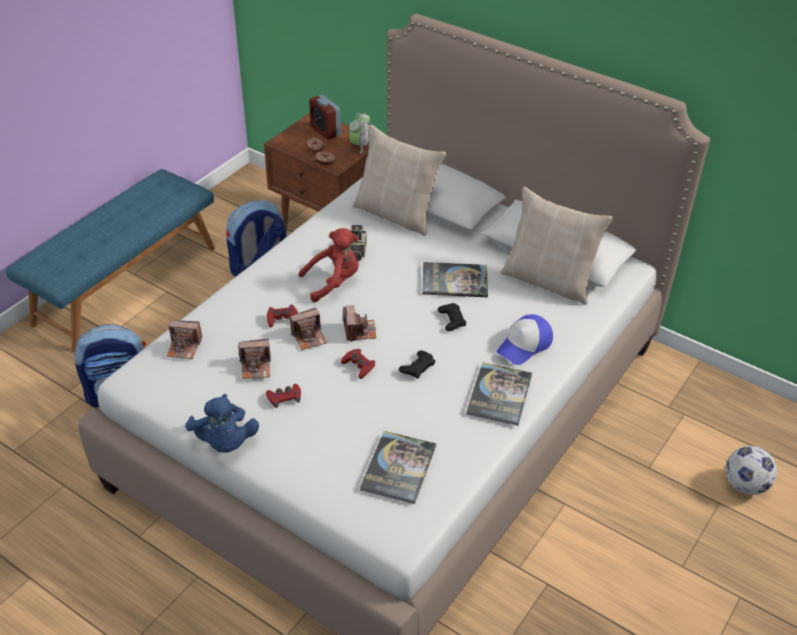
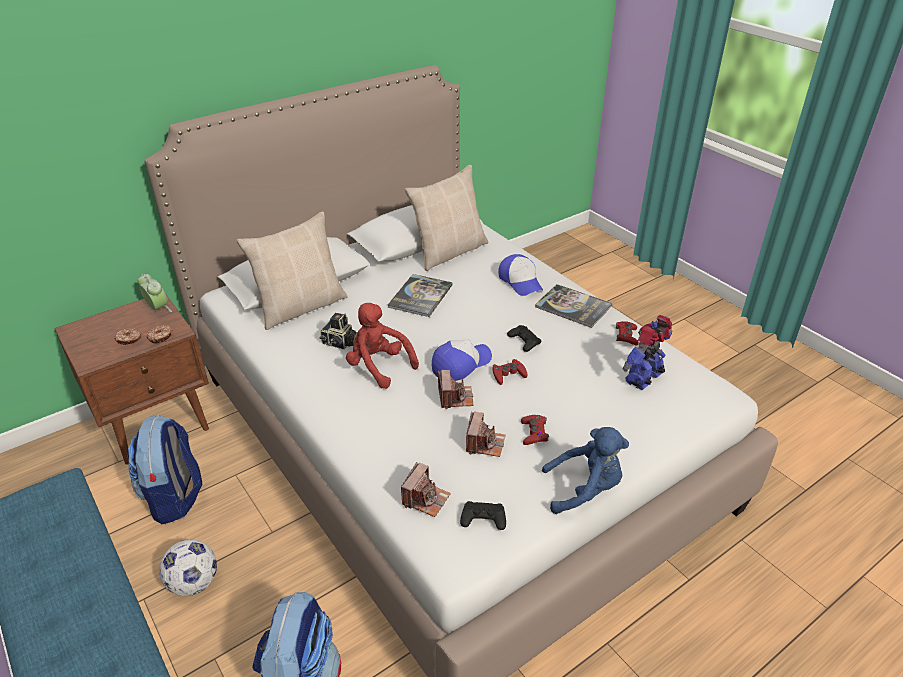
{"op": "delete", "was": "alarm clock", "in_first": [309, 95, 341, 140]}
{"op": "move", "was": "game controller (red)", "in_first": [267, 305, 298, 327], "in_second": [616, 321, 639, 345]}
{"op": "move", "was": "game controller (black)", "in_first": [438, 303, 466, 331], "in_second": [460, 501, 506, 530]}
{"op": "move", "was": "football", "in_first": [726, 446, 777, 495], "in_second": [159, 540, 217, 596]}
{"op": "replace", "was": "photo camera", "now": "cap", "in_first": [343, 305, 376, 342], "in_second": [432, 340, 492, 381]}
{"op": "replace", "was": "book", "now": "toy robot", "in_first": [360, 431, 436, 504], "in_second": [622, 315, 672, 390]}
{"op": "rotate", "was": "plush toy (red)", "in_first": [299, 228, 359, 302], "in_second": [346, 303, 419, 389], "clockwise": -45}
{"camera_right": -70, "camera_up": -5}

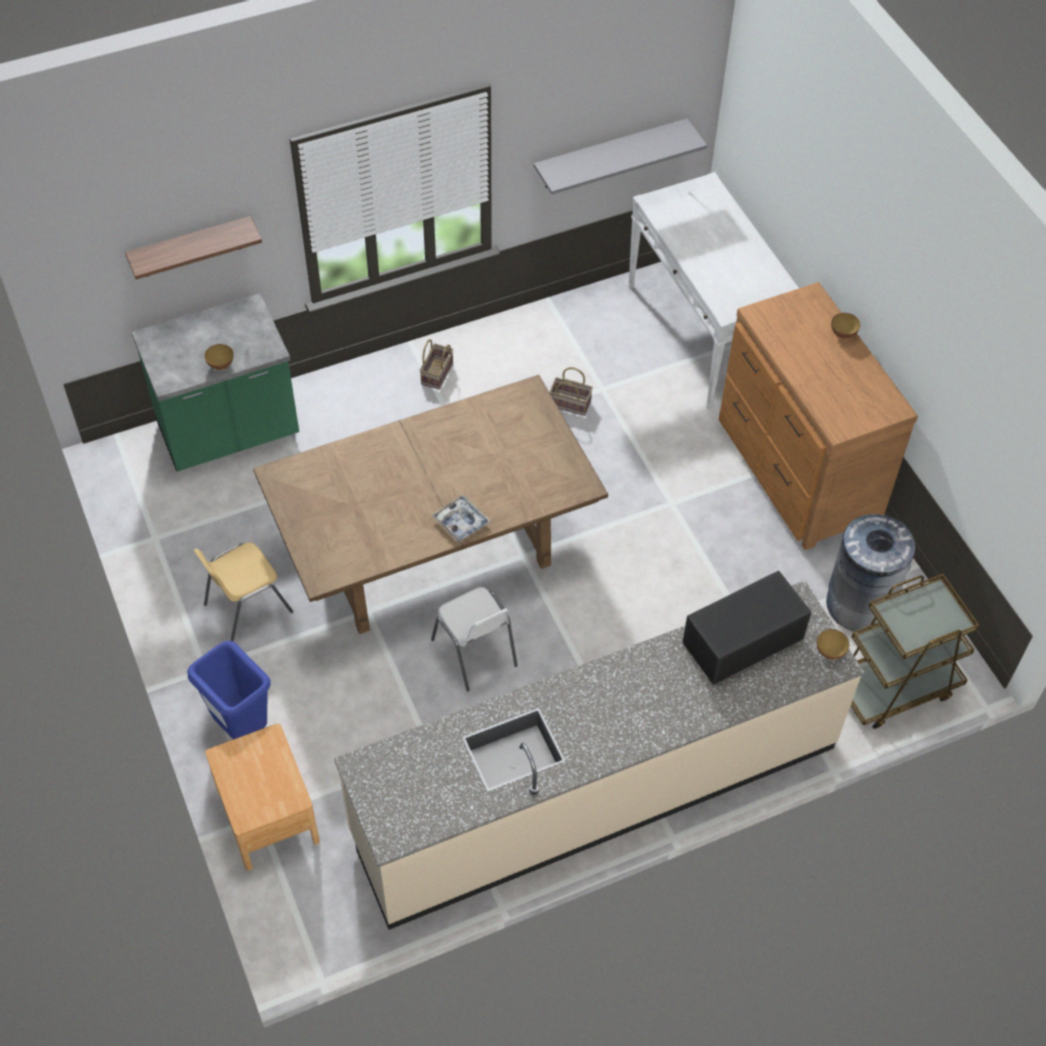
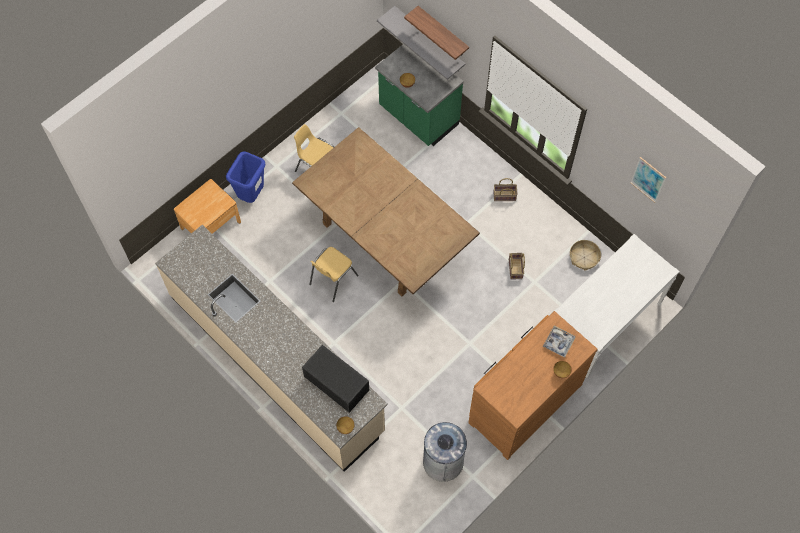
{"op": "delete", "was": "cart (brown)", "in_first": [851, 574, 980, 729]}
{"op": "insert", "now": "basket", "in_second": [570, 240, 601, 271]}
{"op": "insert", "now": "picture", "in_second": [630, 157, 666, 203]}
{"op": "move", "was": "tray", "in_first": [431, 495, 491, 543], "in_second": [543, 326, 575, 358]}
{"op": "move", "was": "shelf (grey)", "in_first": [534, 118, 707, 194], "in_second": [377, 6, 465, 80]}
{"op": "recolor", "was": "chair (white)", "now": "chair (yellow)", "in_first": [431, 587, 518, 691], "in_second": [309, 247, 359, 302]}
{"camera_right": 70, "camera_up": 10}

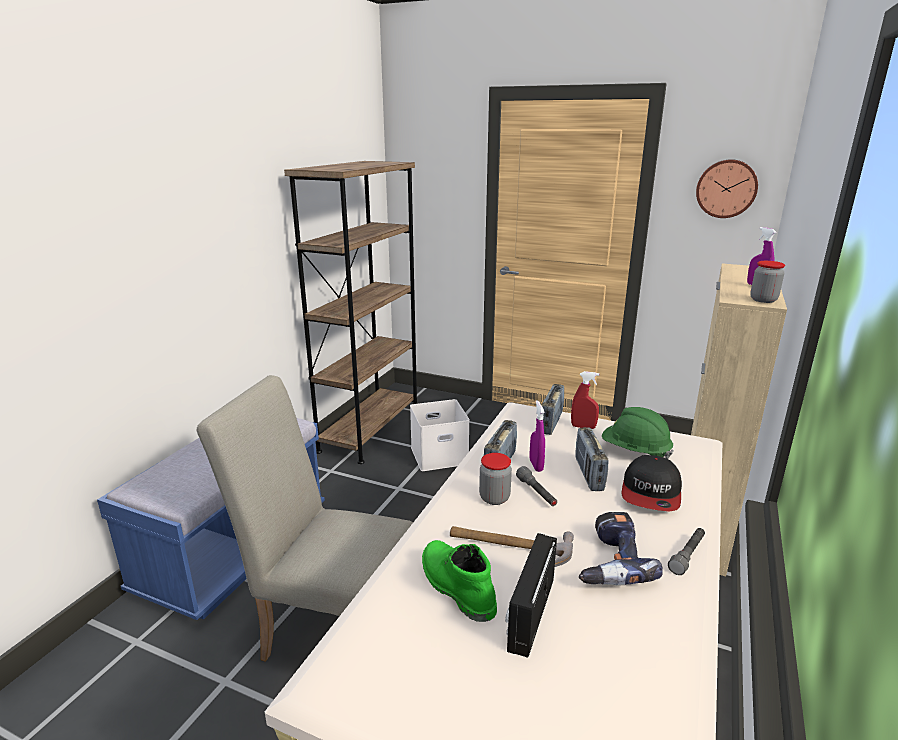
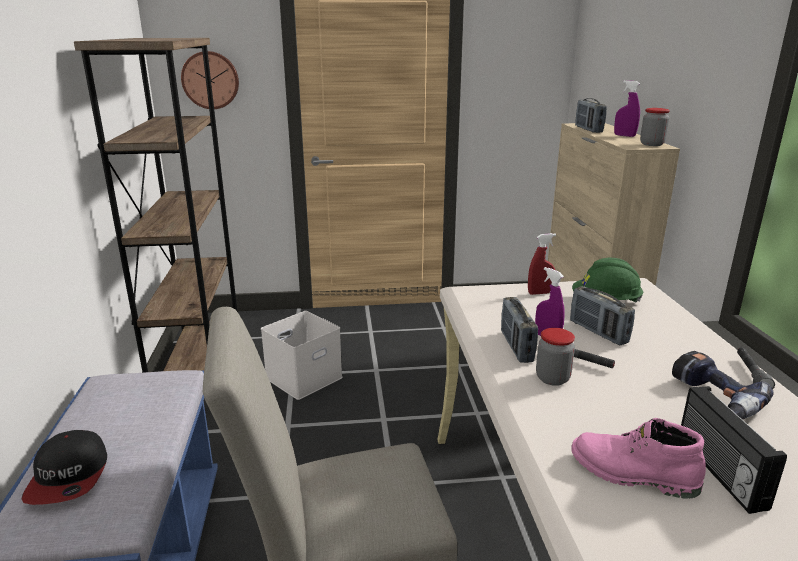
{"op": "delete", "was": "hammer", "in_first": [450, 526, 574, 567]}
{"op": "move", "was": "radio", "in_first": [542, 384, 564, 435], "in_second": [575, 98, 607, 133]}
{"op": "move", "was": "cap", "in_first": [622, 455, 682, 511], "in_second": [22, 430, 107, 505]}
{"op": "move", "was": "wall clock", "in_first": [696, 159, 758, 218], "in_second": [181, 51, 239, 109]}
{"op": "recolor", "was": "boot (green)", "now": "boot (pink)", "in_first": [422, 540, 497, 622], "in_second": [571, 418, 706, 499]}
{"camera_right": -30, "camera_up": 0}

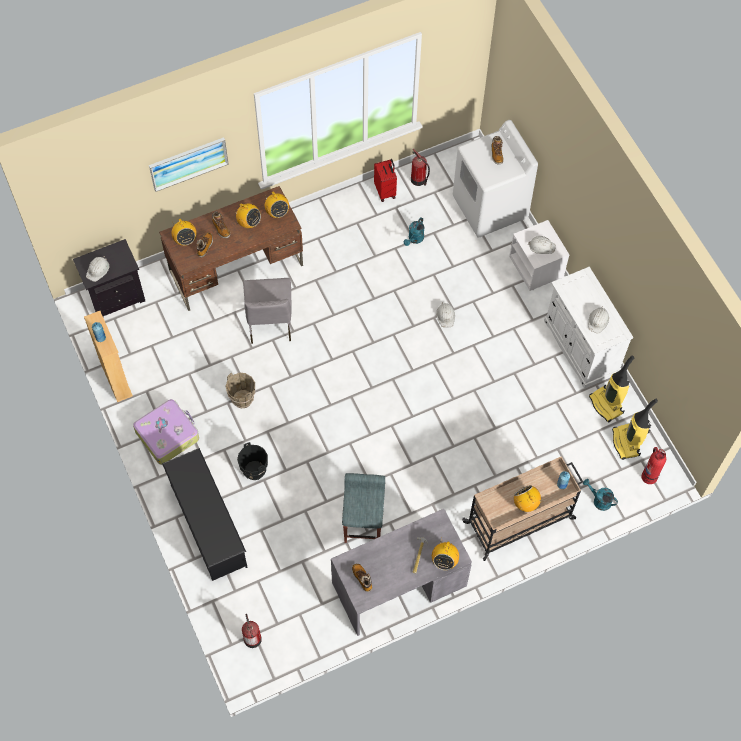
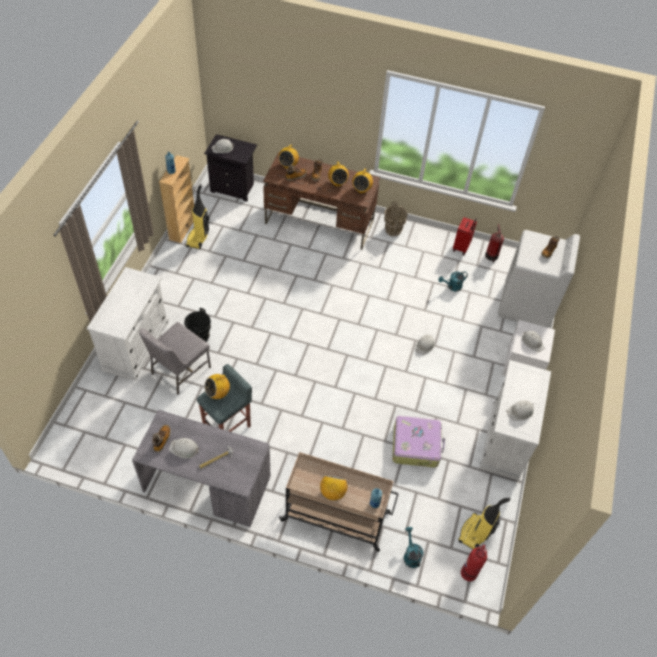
{"op": "delete", "was": "picture", "in_first": [149, 137, 229, 192]}
{"op": "delete", "was": "fire extinguisher", "in_first": [242, 614, 262, 648]}
{"op": "insert", "now": "hard hat (white)", "in_second": [169, 438, 200, 459]}
{"op": "move", "was": "suitcase", "in_first": [133, 399, 199, 465], "in_second": [392, 416, 445, 468]}
{"op": "move", "was": "bucket (brown)", "in_first": [226, 373, 255, 408], "in_second": [384, 201, 408, 236]}
{"op": "move", "was": "chair (grey)", "in_first": [243, 278, 292, 344], "in_second": [139, 322, 211, 394]}
{"op": "move", "was": "radio", "in_first": [432, 537, 459, 570], "in_second": [205, 372, 230, 399]}
{"op": "move", "was": "vacuum cleaner", "in_first": [589, 355, 634, 422], "in_second": [186, 184, 210, 249]}
{"op": "replace", "was": "shoe rack (black)", "now": "cabinet (white)", "in_first": [162, 448, 247, 581], "in_second": [87, 267, 169, 381]}
{"camera_right": 40, "camera_up": -10}

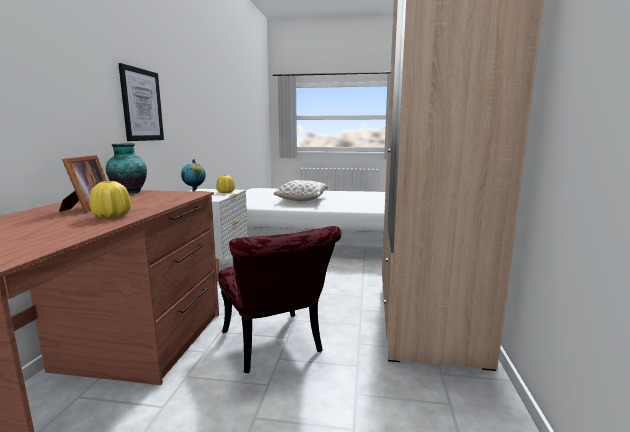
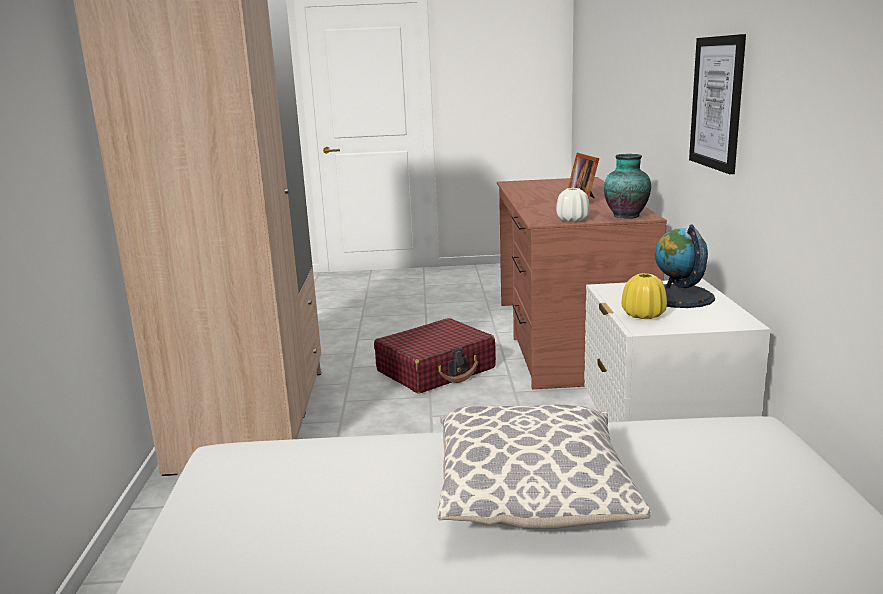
{"op": "delete", "was": "vase (yellow)", "in_first": [90, 181, 131, 218]}
{"op": "insert", "now": "vase (white)", "in_second": [556, 188, 590, 222]}
{"op": "replace", "was": "chair (red)", "now": "suitcase (red)", "in_first": [219, 226, 341, 373], "in_second": [374, 318, 496, 394]}
{"camera_right": 170, "camera_up": 5}

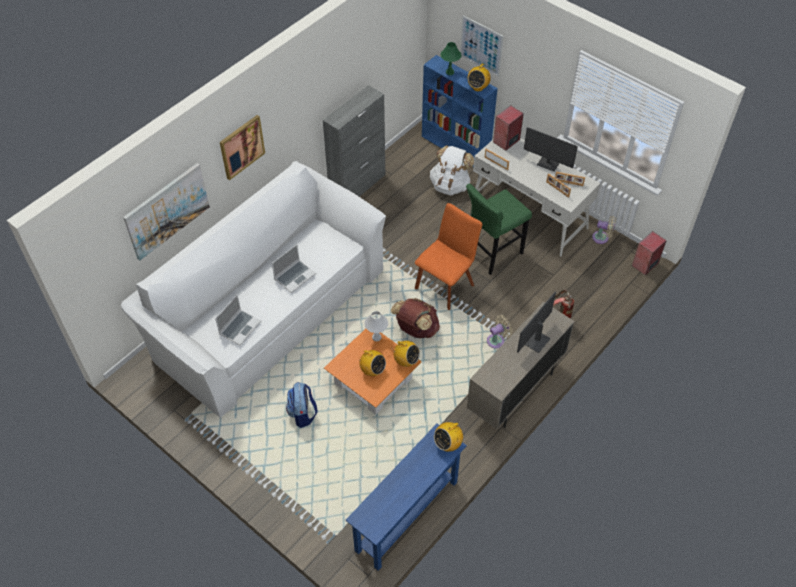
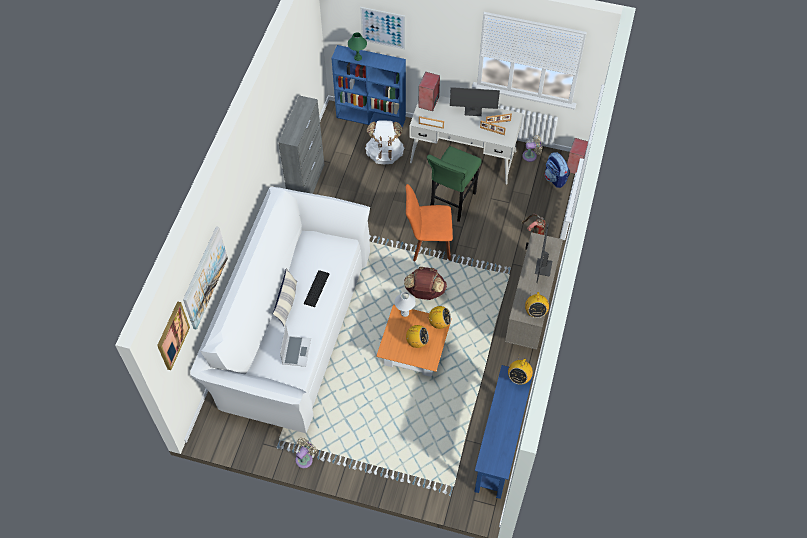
{"op": "insert", "now": "pillow", "in_second": [273, 268, 297, 327]}
{"op": "move", "was": "picture", "in_first": [220, 115, 265, 180], "in_second": [157, 301, 190, 370]}
{"op": "move", "was": "backpack", "in_first": [286, 382, 318, 428], "in_second": [545, 152, 570, 188]}
{"op": "move", "was": "radio", "in_first": [468, 62, 491, 91], "in_second": [525, 292, 549, 318]}
{"op": "move", "was": "fan (beige)", "in_first": [487, 315, 512, 348], "in_second": [295, 438, 317, 468]}
{"op": "replace", "was": "laptop", "now": "keyboard", "in_first": [272, 244, 316, 293], "in_second": [304, 270, 330, 307]}
{"op": "rotate", "was": "chair (orange)", "in_first": [415, 203, 482, 310], "in_second": [406, 184, 453, 262], "clockwise": -105}
{"camera_right": -25, "camera_up": 5}

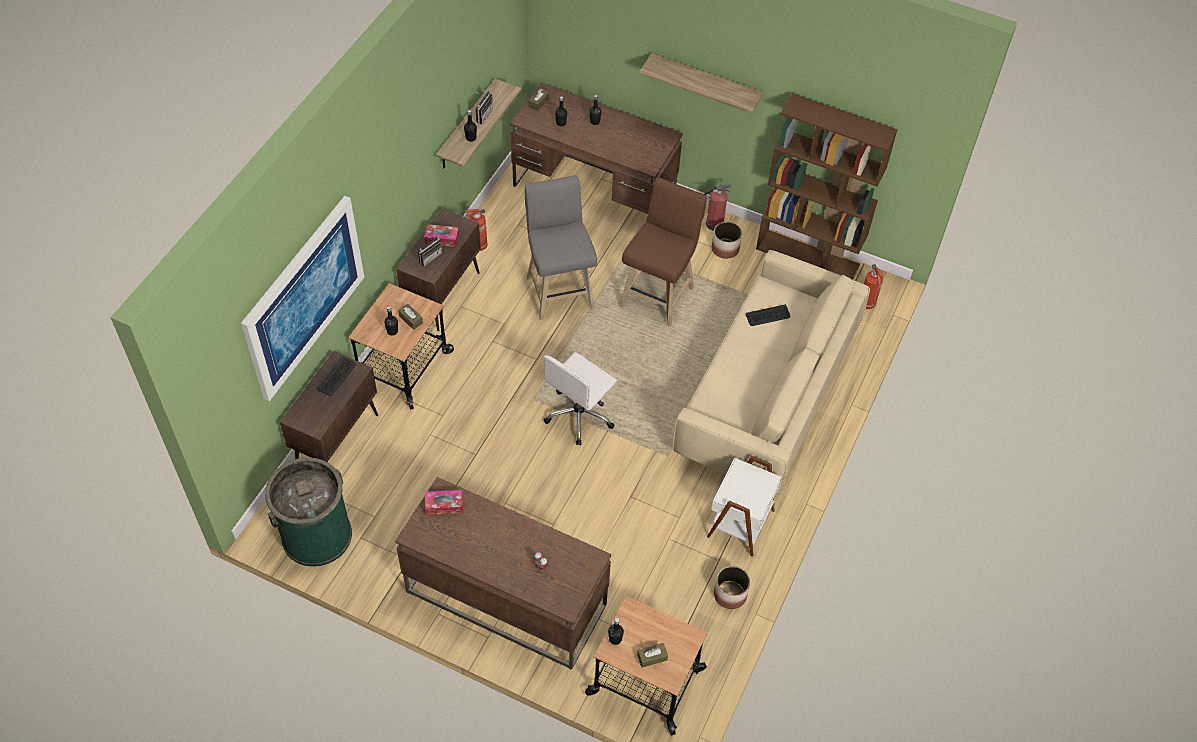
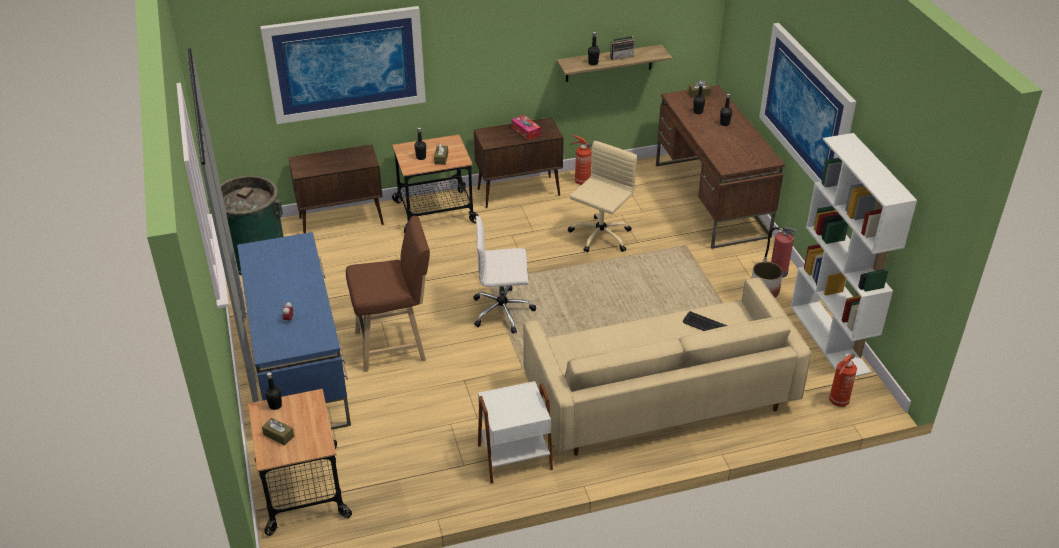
{"op": "delete", "was": "keyboard", "in_first": [317, 356, 356, 396]}
{"op": "delete", "was": "radio", "in_first": [418, 235, 442, 267]}
{"op": "delete", "was": "tissue box", "in_first": [425, 490, 463, 515]}
{"op": "delete", "was": "planter", "in_first": [714, 566, 750, 609]}
{"op": "move", "was": "stool (brown)", "in_first": [619, 177, 707, 327], "in_second": [346, 216, 430, 372]}
{"op": "replace", "was": "stool (grey)", "now": "office chair (beige)", "in_first": [525, 175, 597, 320], "in_second": [568, 141, 637, 252]}
{"op": "replace", "was": "shelf", "now": "picture", "in_first": [639, 54, 764, 113], "in_second": [759, 23, 857, 183]}
{"op": "recolor", "was": "desk (brown)", "now": "desk (blue)", "in_first": [395, 477, 611, 670], "in_second": [237, 232, 351, 430]}
{"op": "recolor", "was": "bookcase (brown)", "now": "bookcase (white)", "in_first": [756, 93, 897, 280], "in_second": [791, 133, 917, 377]}
{"camera_right": 50, "camera_up": -15}

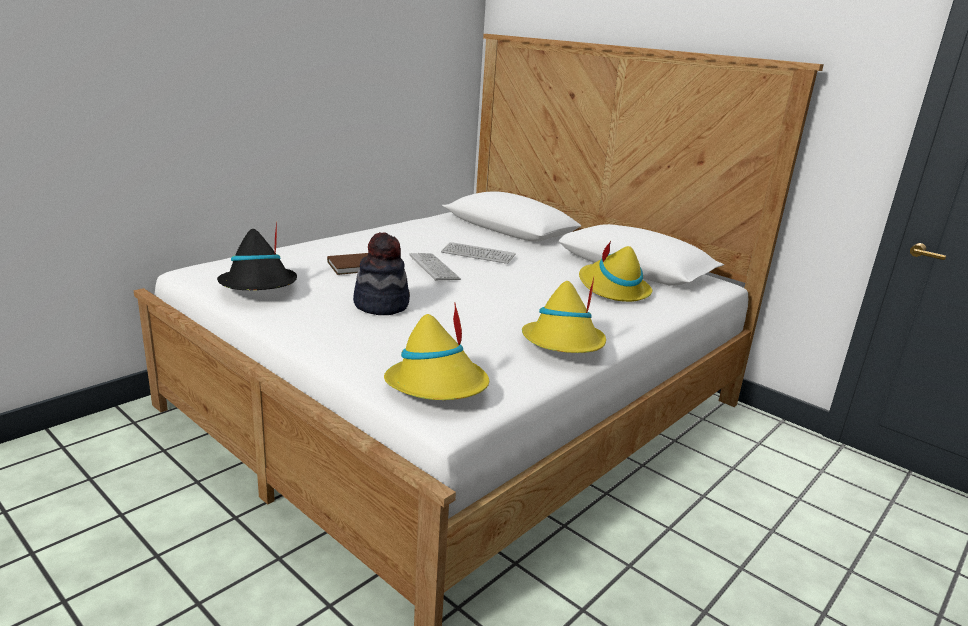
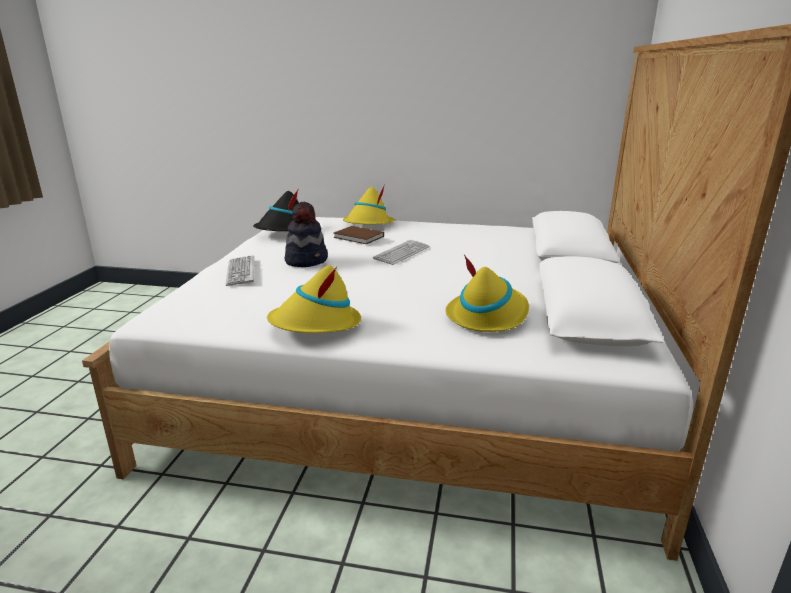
{"op": "move", "was": "hat (yellow)", "in_first": [384, 302, 489, 400], "in_second": [343, 184, 395, 225]}
{"op": "move", "was": "keyboard", "in_first": [441, 242, 515, 264], "in_second": [225, 255, 254, 286]}
{"camera_right": 60, "camera_up": 0}

